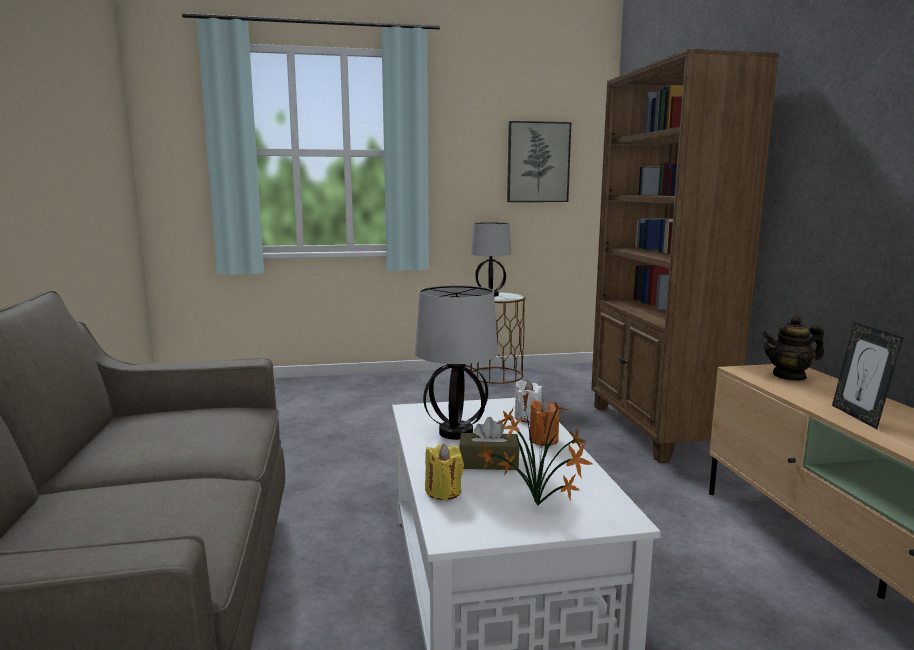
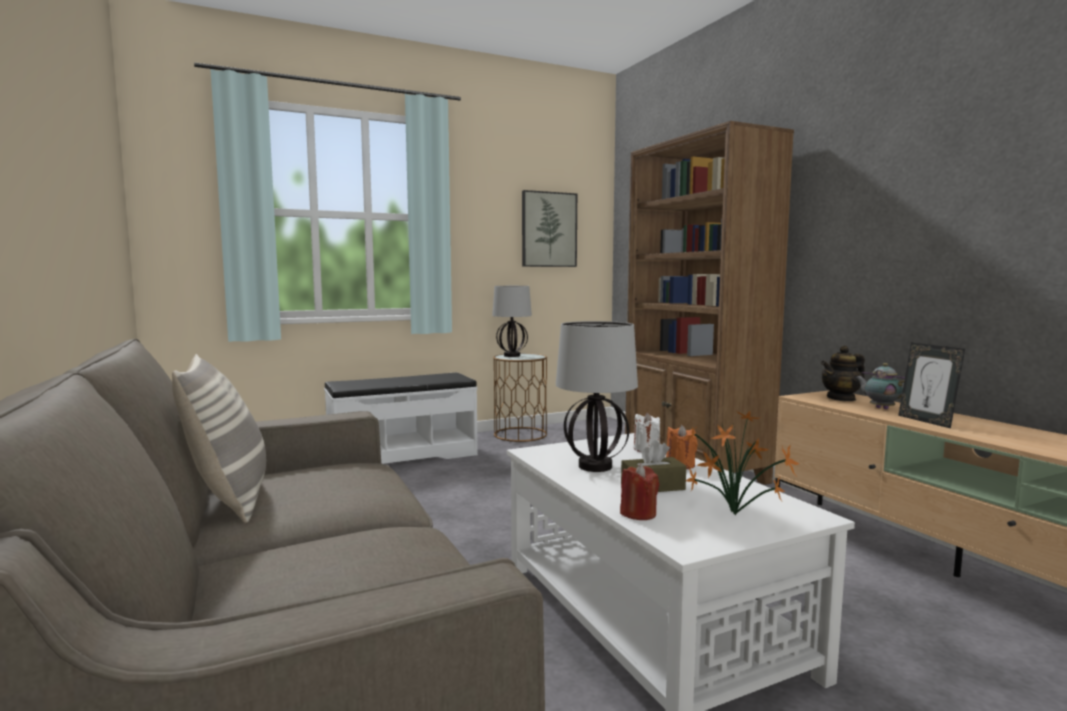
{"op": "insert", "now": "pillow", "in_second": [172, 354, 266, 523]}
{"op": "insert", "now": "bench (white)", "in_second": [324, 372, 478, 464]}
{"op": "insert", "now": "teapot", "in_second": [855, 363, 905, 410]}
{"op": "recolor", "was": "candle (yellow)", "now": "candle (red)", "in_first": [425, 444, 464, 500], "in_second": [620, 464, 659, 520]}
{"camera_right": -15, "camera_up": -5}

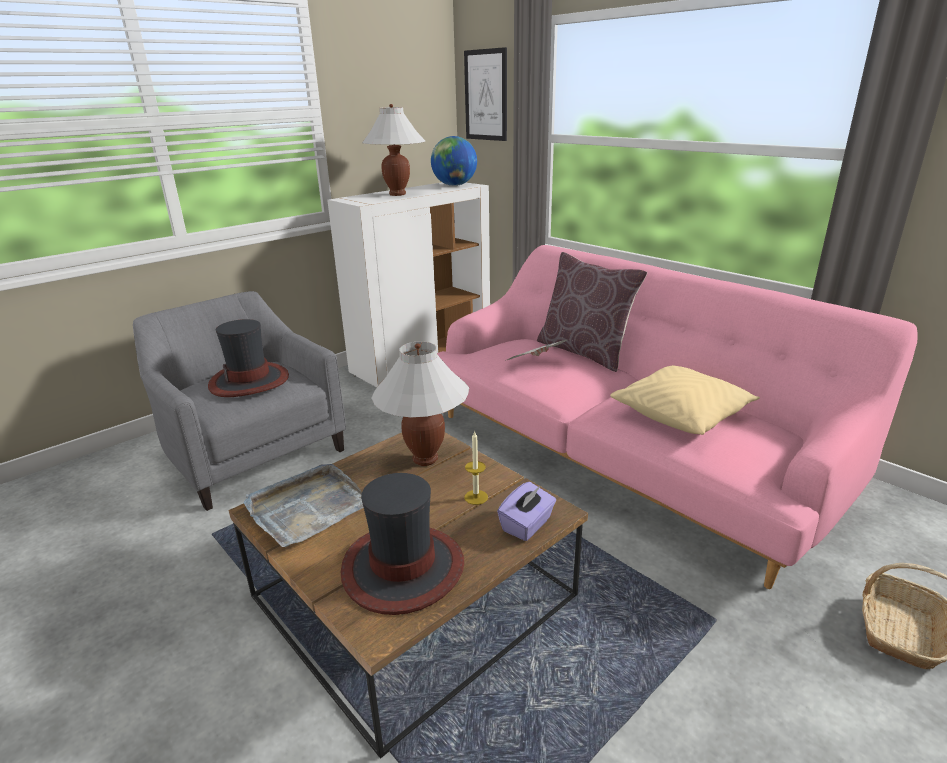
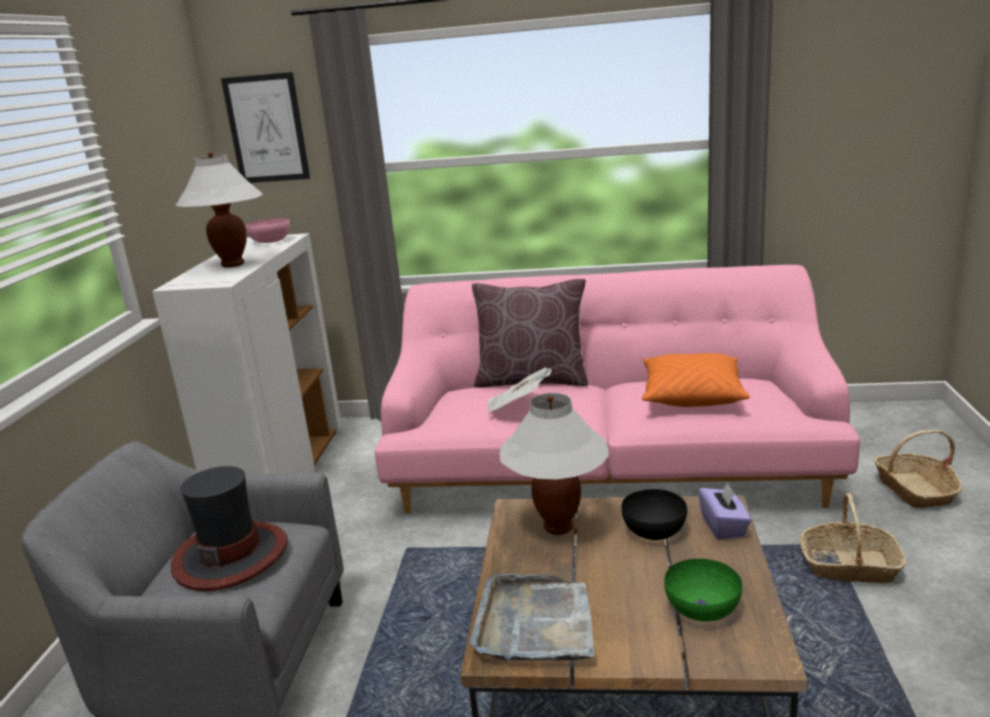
{"op": "insert", "now": "basket", "in_second": [799, 493, 906, 583]}
{"op": "replace", "was": "hat", "now": "bowl (green)", "in_first": [341, 473, 464, 615], "in_second": [664, 559, 742, 622]}
{"op": "replace", "was": "globe", "now": "bowl (pink)", "in_first": [431, 136, 477, 186], "in_second": [245, 218, 290, 243]}
{"op": "replace", "was": "candle", "now": "bowl (black)", "in_first": [464, 431, 488, 505], "in_second": [622, 489, 687, 540]}
{"op": "recolor", "was": "pillow (beige)", "now": "pillow (orange)", "in_first": [610, 365, 760, 435], "in_second": [642, 353, 750, 407]}
{"camera_right": -40, "camera_up": -5}

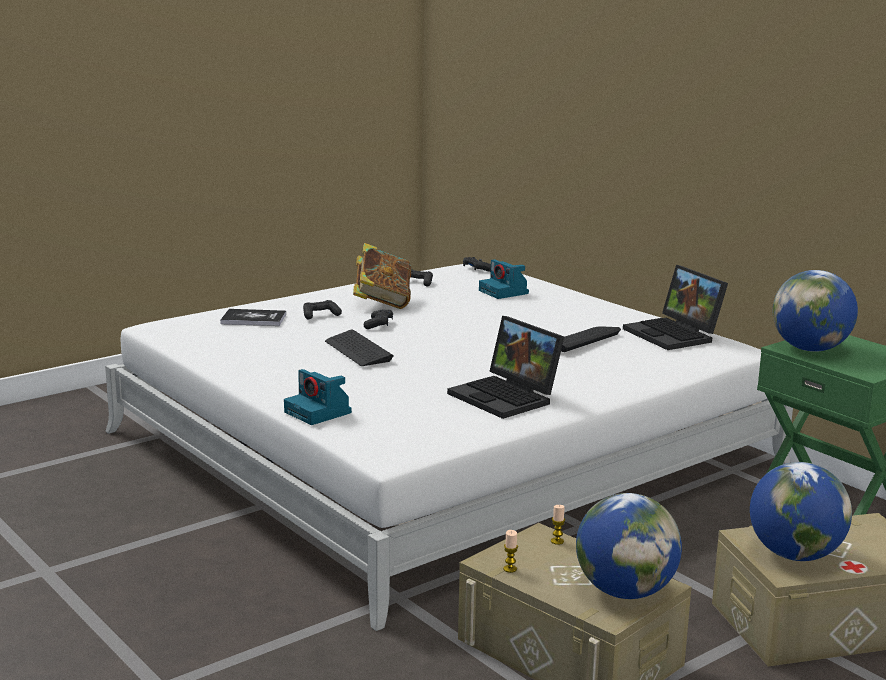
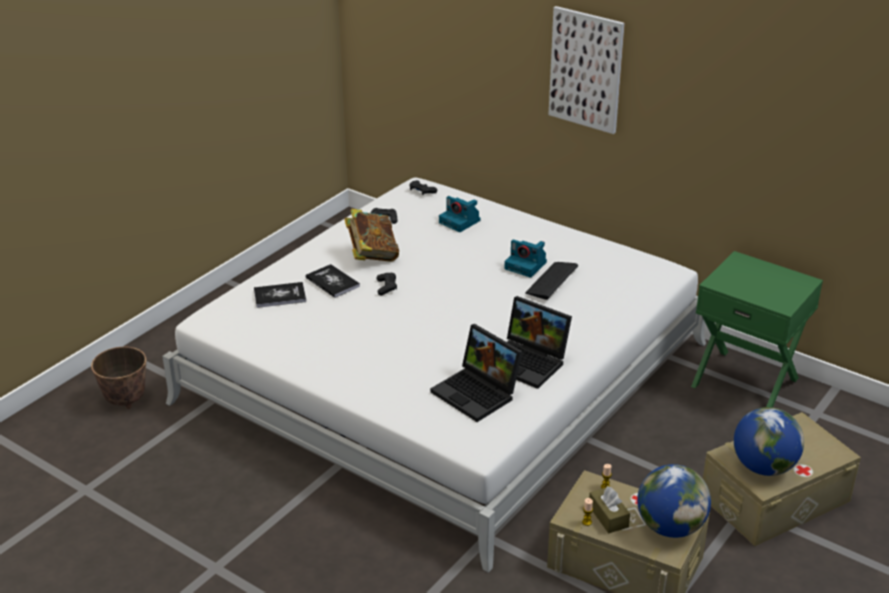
{"op": "delete", "was": "keyboard", "in_first": [325, 329, 394, 366]}
{"op": "delete", "was": "globe", "in_first": [773, 270, 858, 352]}
{"op": "insert", "now": "planter", "in_second": [91, 347, 146, 409]}
{"op": "insert", "now": "picture", "in_second": [548, 6, 625, 134]}
{"op": "insert", "now": "tissue box (brown)", "in_second": [589, 486, 630, 533]}
{"op": "move", "was": "photo camera", "in_first": [284, 369, 352, 425], "in_second": [504, 240, 547, 278]}
{"op": "move", "was": "laptop", "in_first": [623, 265, 728, 350], "in_second": [430, 324, 523, 422]}
{"op": "replace", "was": "game controller (black)", "now": "book", "in_first": [303, 300, 342, 319], "in_second": [306, 264, 360, 298]}
{"camera_right": -15, "camera_up": 15}

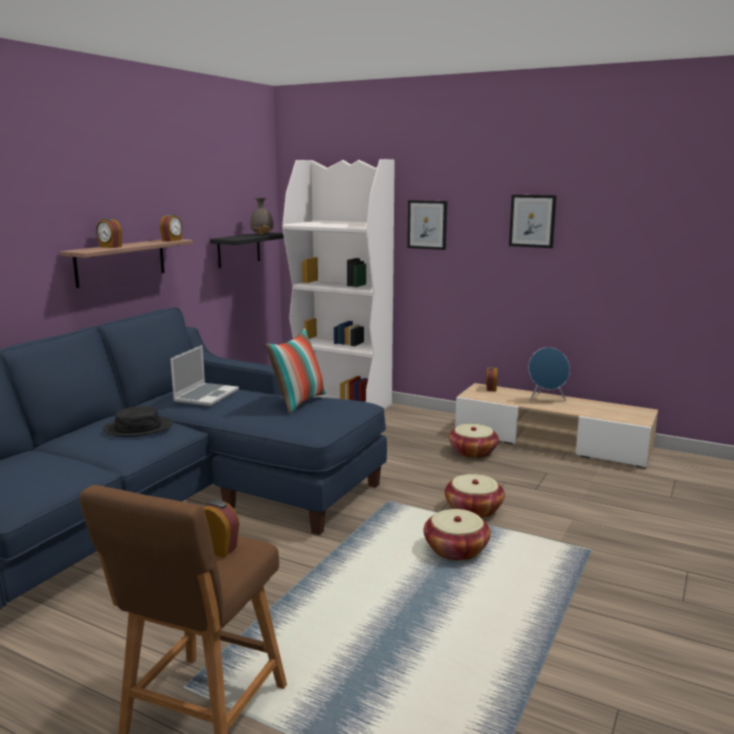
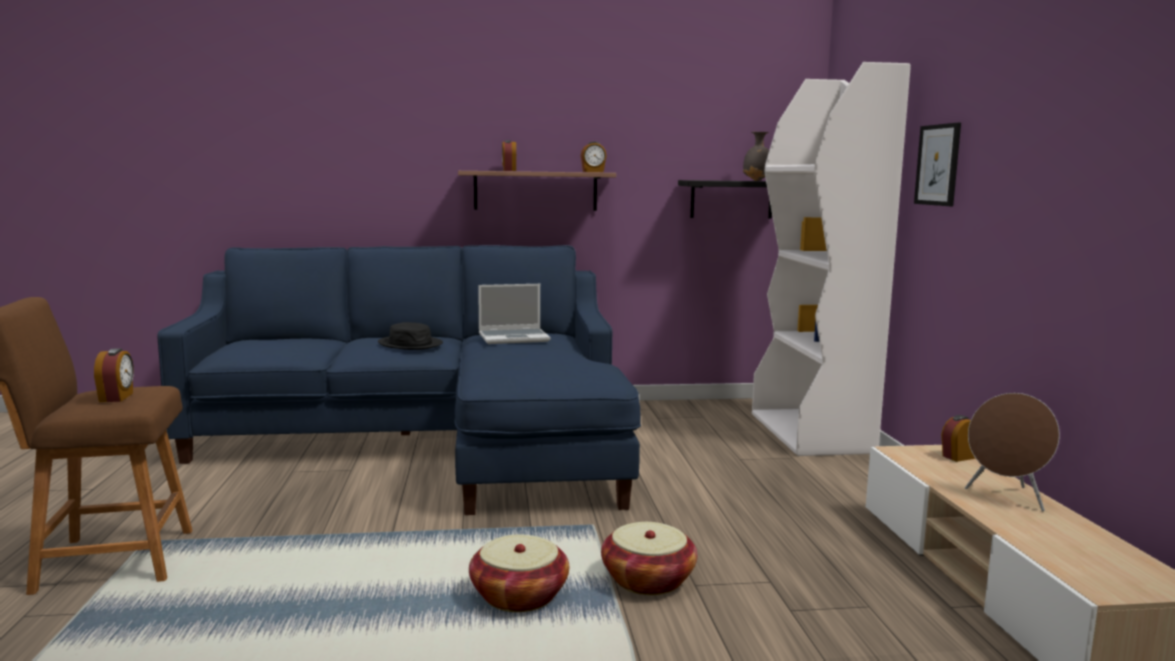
{"op": "delete", "was": "pillow", "in_first": [265, 328, 326, 414]}
{"op": "delete", "was": "basket", "in_first": [449, 424, 499, 459]}
{"op": "delete", "was": "picture", "in_first": [509, 195, 557, 248]}
{"op": "recolor", "was": "speaker (blue)", "now": "speaker (brown)", "in_first": [529, 347, 570, 402], "in_second": [965, 393, 1060, 511]}
{"camera_right": 55, "camera_up": -5}

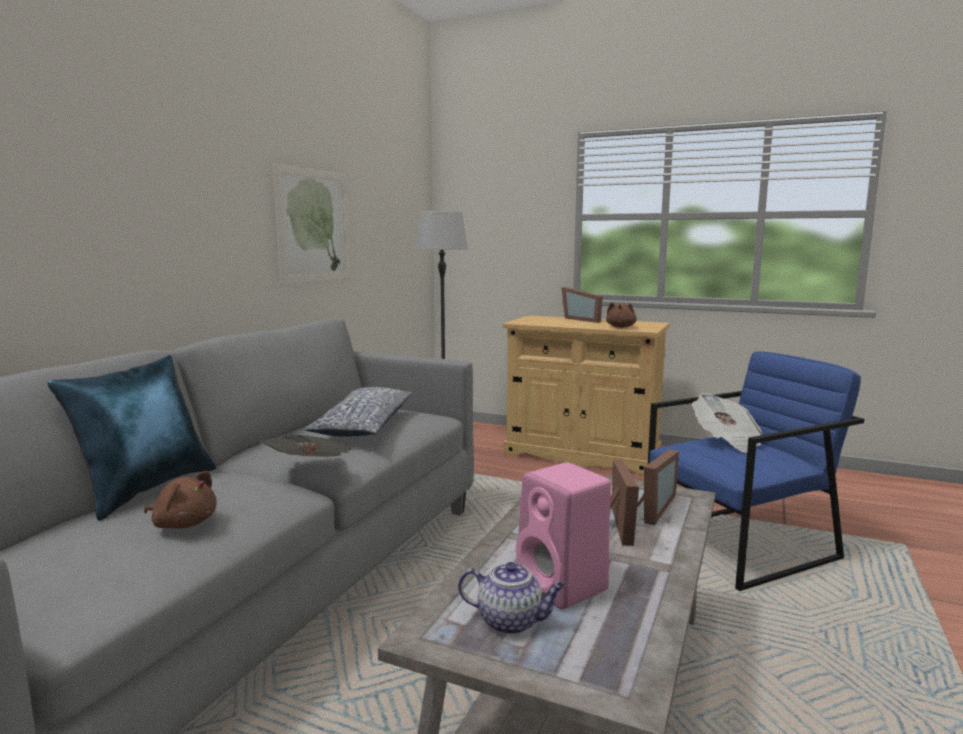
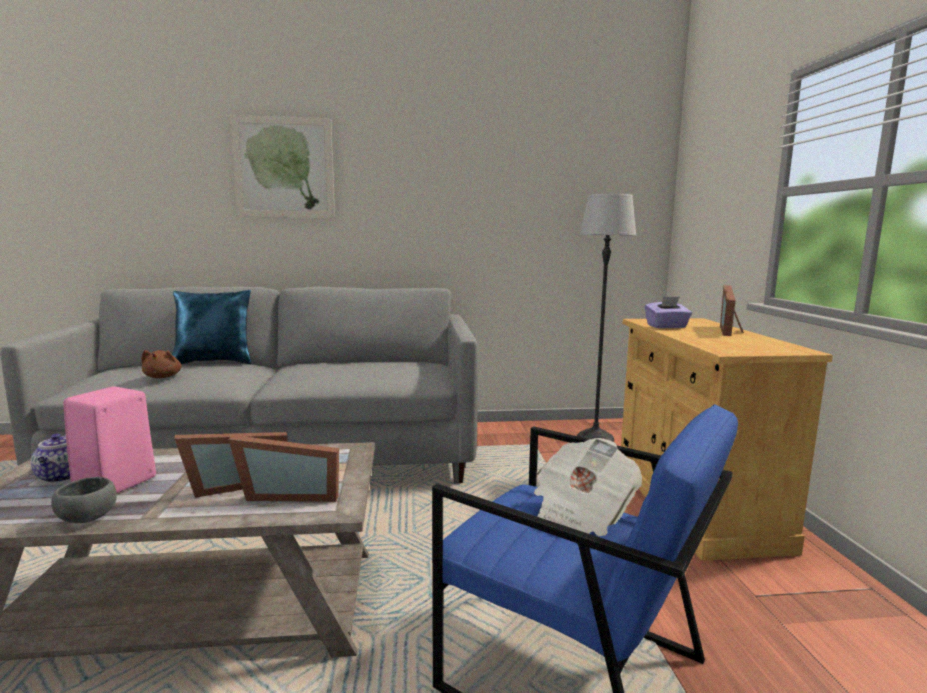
{"op": "delete", "was": "newspaper", "in_first": [258, 435, 351, 457]}
{"op": "delete", "was": "pillow", "in_first": [304, 387, 412, 436]}
{"op": "delete", "was": "plush toy (brown)", "in_first": [606, 302, 637, 328]}
{"op": "insert", "now": "bowl (grey)", "in_second": [51, 477, 117, 523]}
{"op": "insert", "now": "tissue box (purple)", "in_second": [645, 297, 692, 328]}
{"op": "move", "was": "picture", "in_first": [273, 163, 351, 285], "in_second": [230, 115, 335, 218]}
{"camera_right": 60, "camera_up": 0}

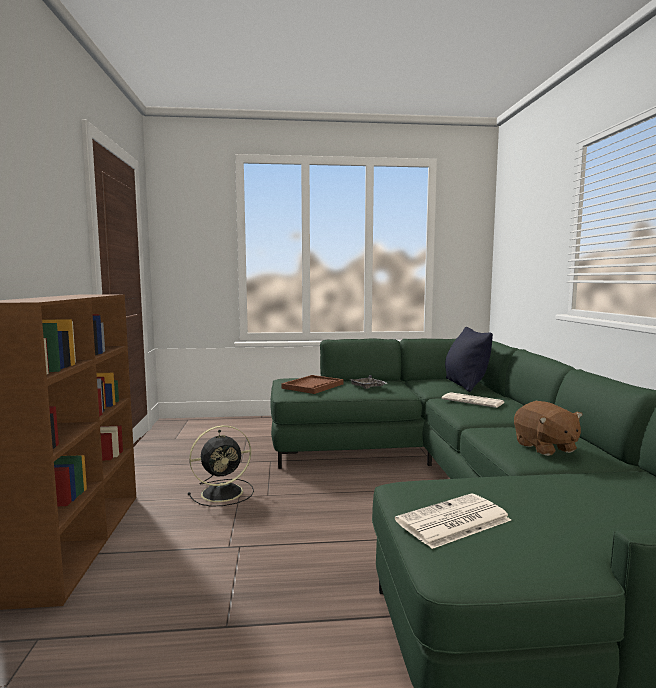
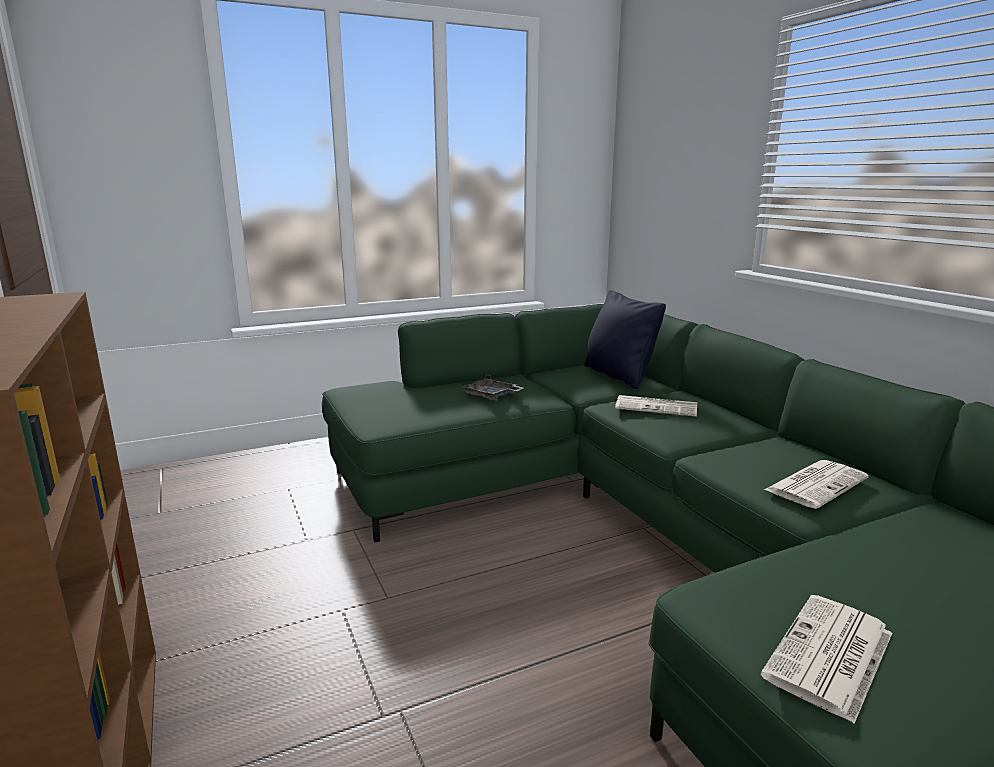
{"op": "delete", "was": "fan (black)", "in_first": [188, 425, 254, 507]}
{"op": "delete", "was": "tray (brown)", "in_first": [282, 375, 343, 394]}
{"op": "replace", "was": "plush toy (brown)", "now": "newspaper", "in_first": [514, 401, 583, 456], "in_second": [764, 460, 869, 509]}
{"camera_right": -20, "camera_up": 10}

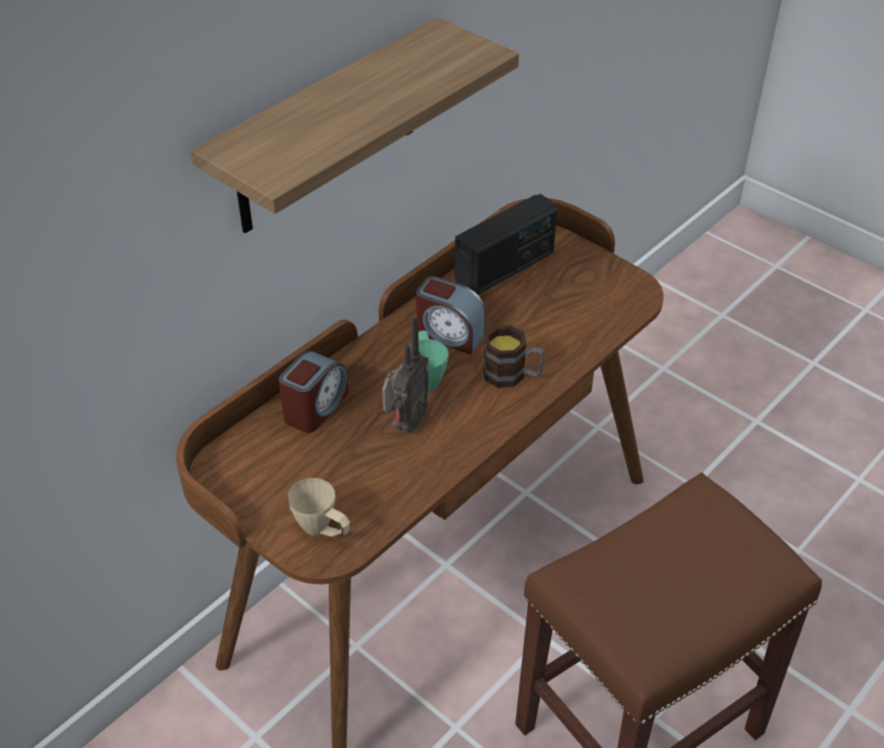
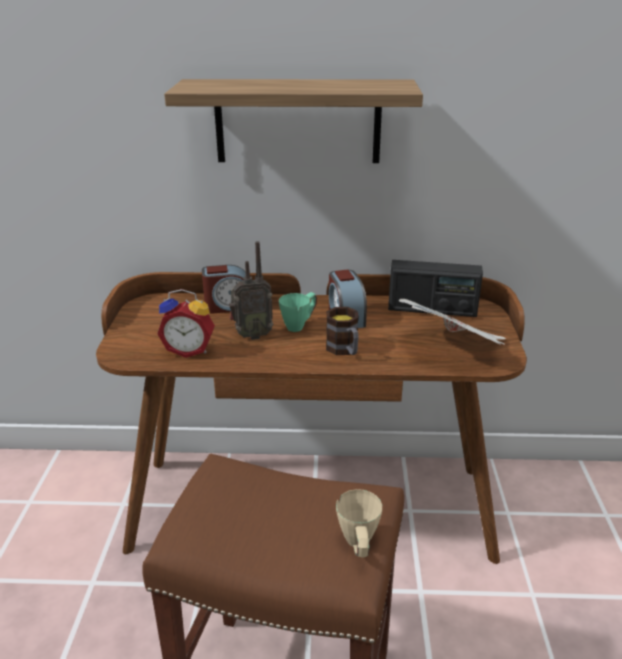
{"op": "insert", "now": "alarm clock", "in_second": [157, 289, 215, 358]}
{"op": "insert", "now": "newspaper", "in_second": [399, 299, 506, 345]}
{"op": "move", "was": "mug (beige)", "in_first": [288, 478, 350, 538], "in_second": [336, 489, 382, 557]}
{"camera_right": 50, "camera_up": -15}

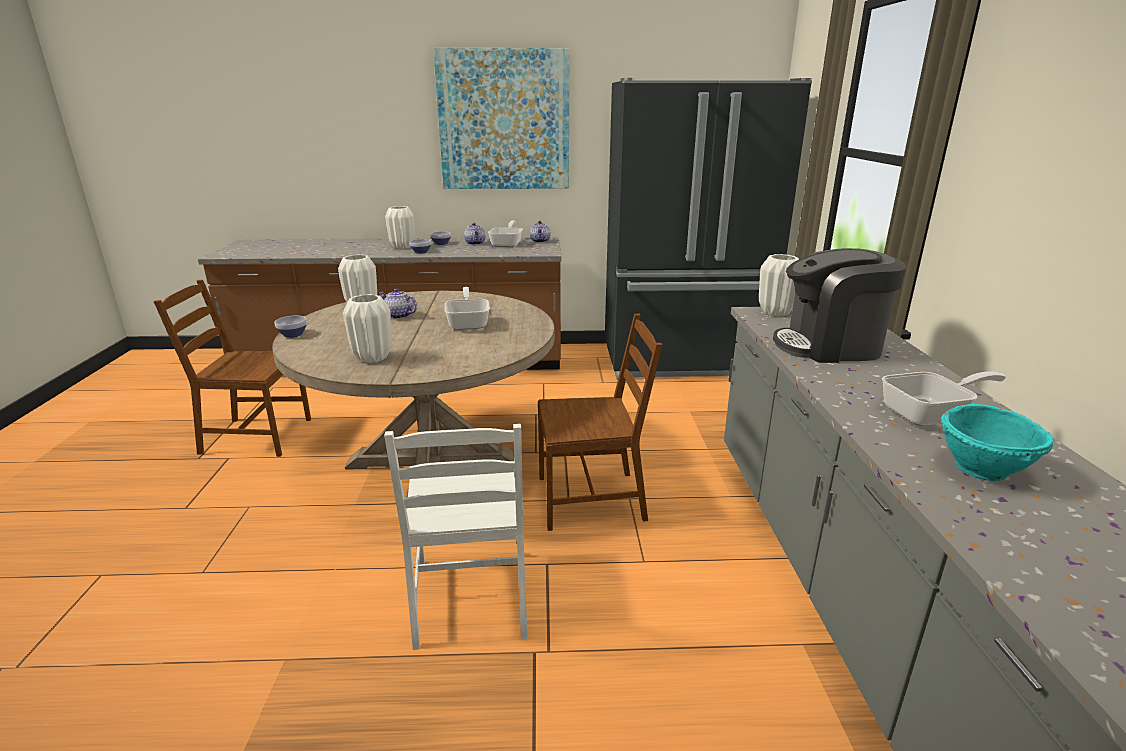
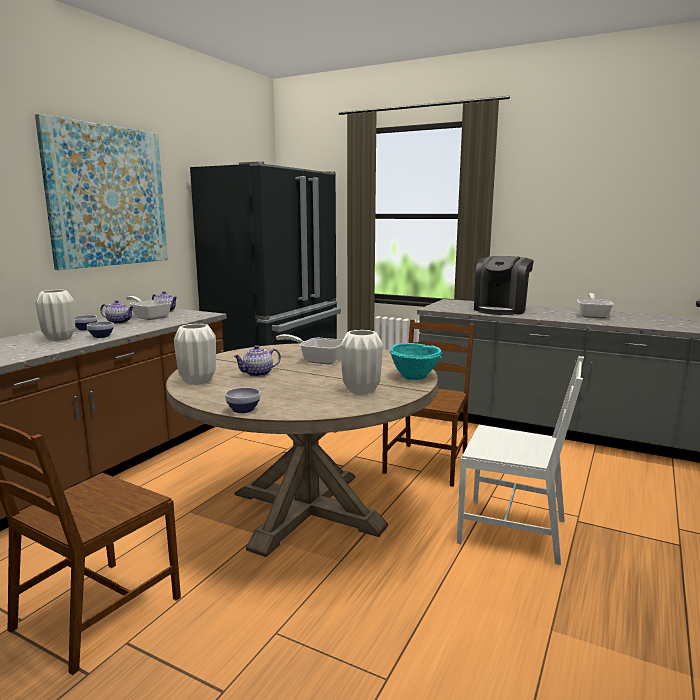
{"op": "delete", "was": "vase (white)", "in_first": [759, 254, 799, 316]}
{"op": "move", "was": "bowl (turquoise)", "in_first": [941, 404, 1053, 481], "in_second": [389, 343, 442, 380]}
{"camera_right": -60, "camera_up": -10}

